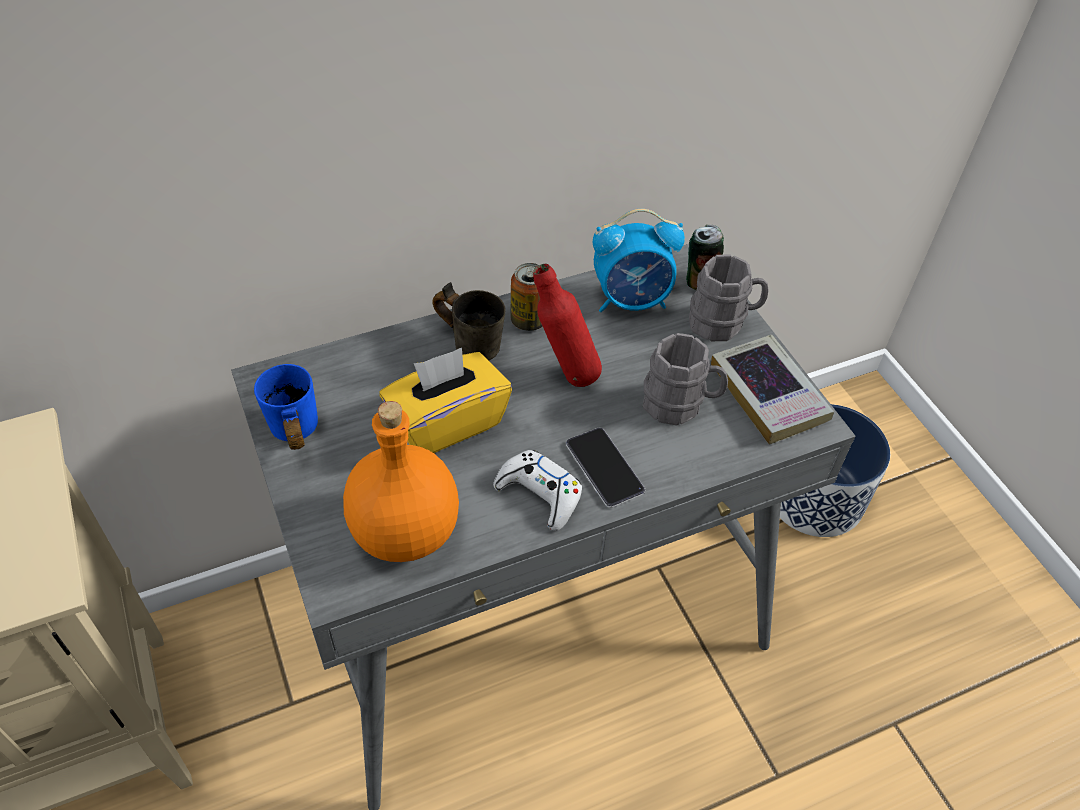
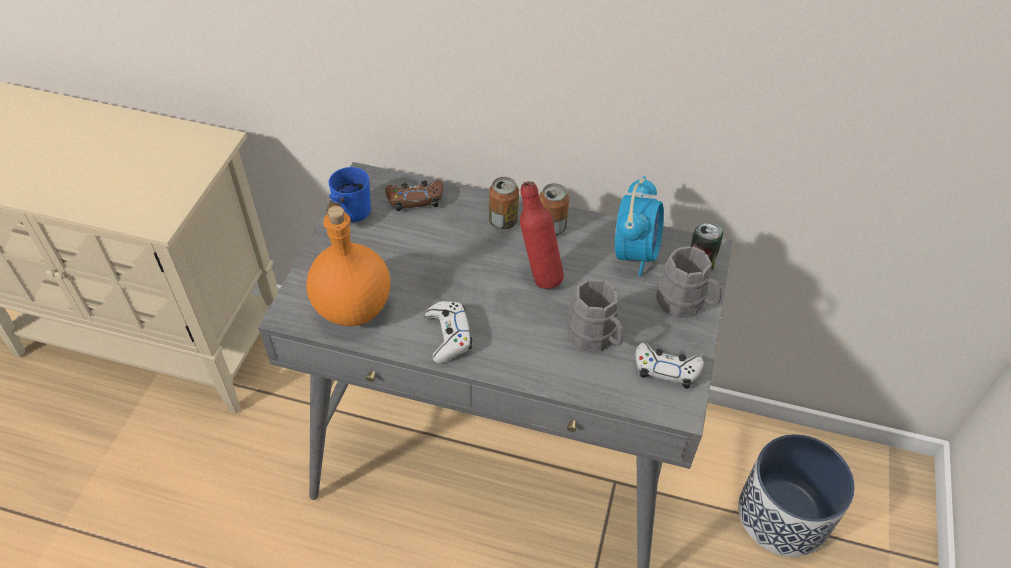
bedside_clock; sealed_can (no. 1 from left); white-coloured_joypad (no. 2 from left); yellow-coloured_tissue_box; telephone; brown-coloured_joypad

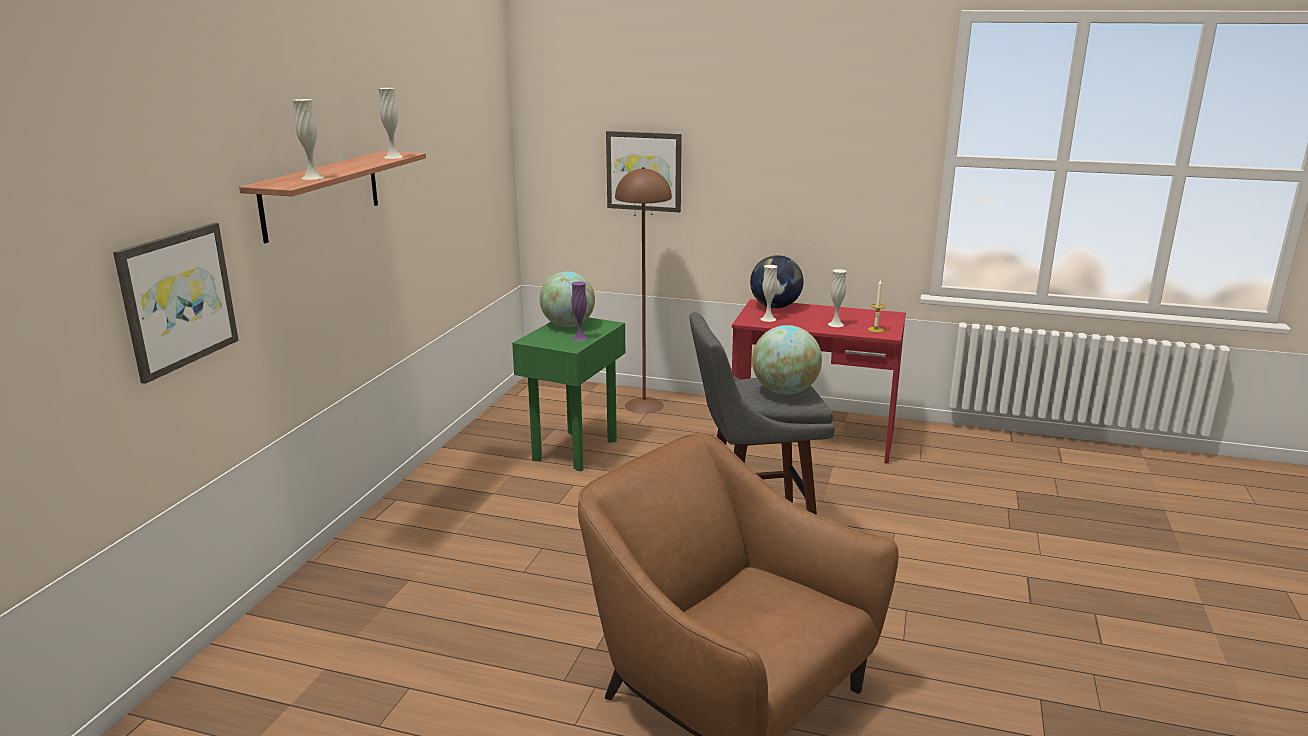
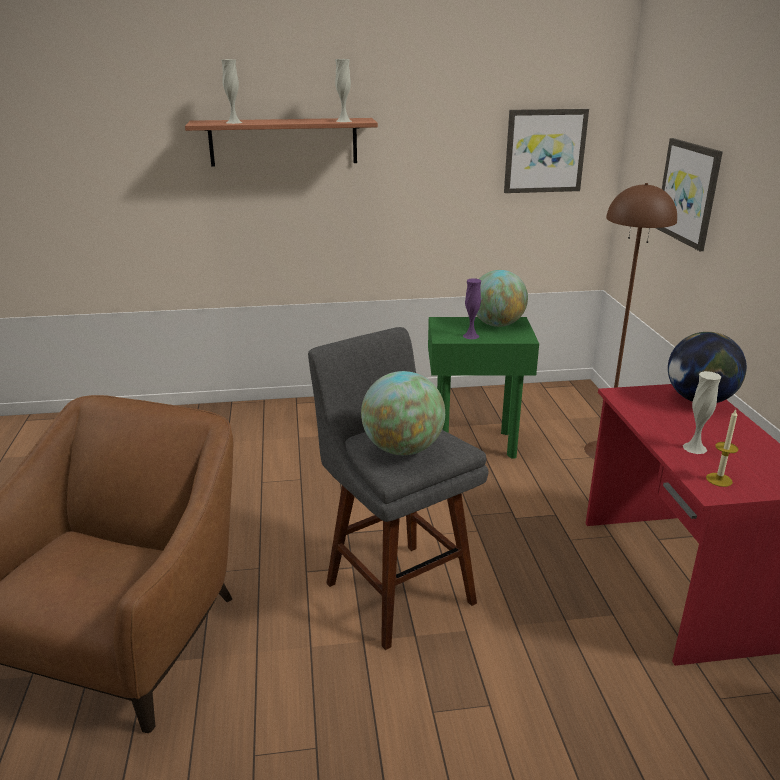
picture (no. 1 from left); white-coloured_decorative_vase (no. 3 from left in the first image)

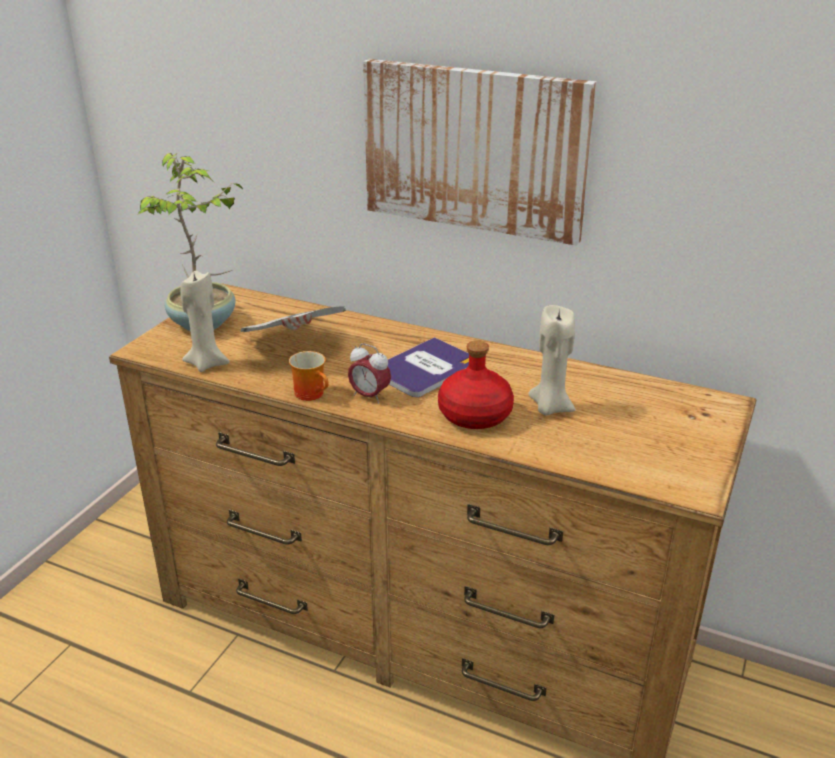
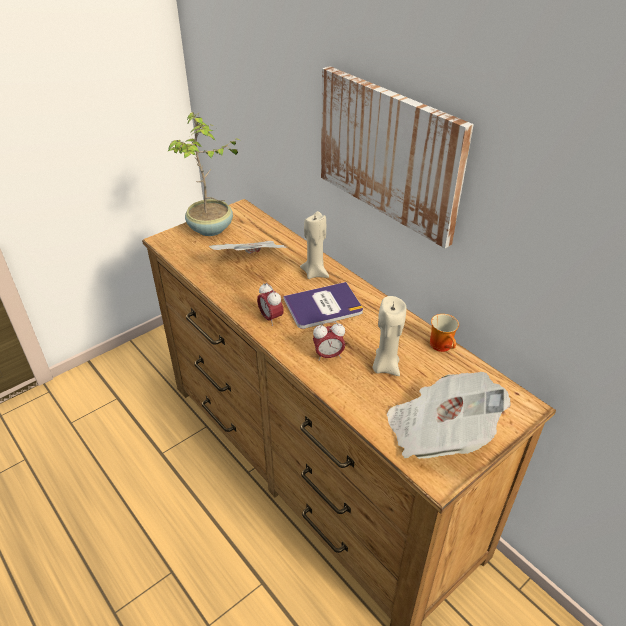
beige_wax_candle (no. 1 from left); bedside_clock (no. 2 from left); tea_mug; newspaper (no. 2 from left)

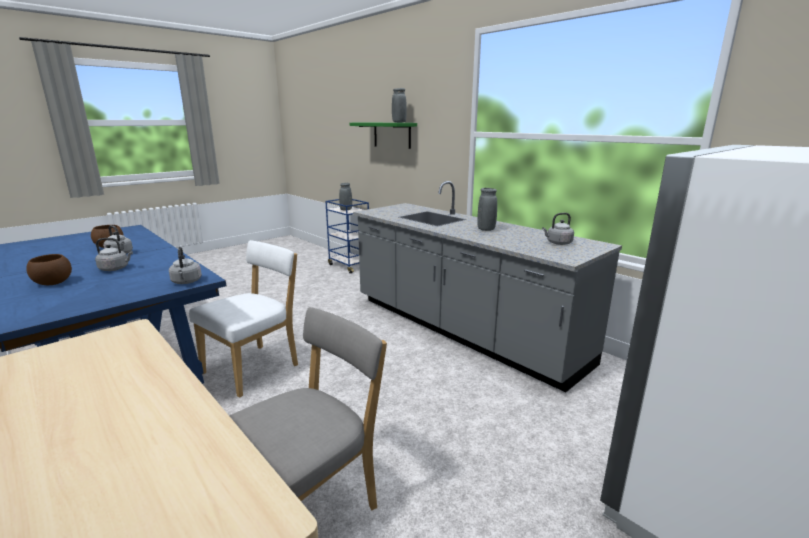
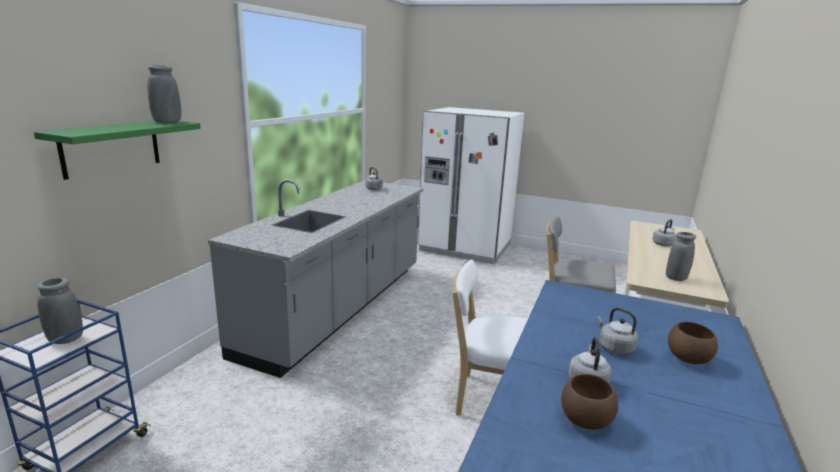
gray_decorative_vase (no. 3 from left); gray_kettle (no. 4 from left)

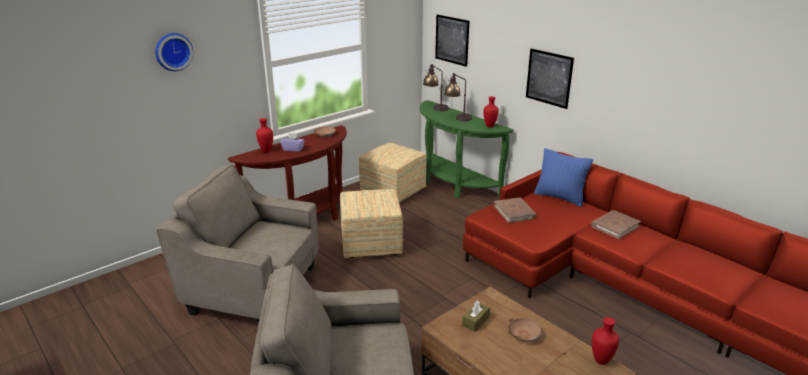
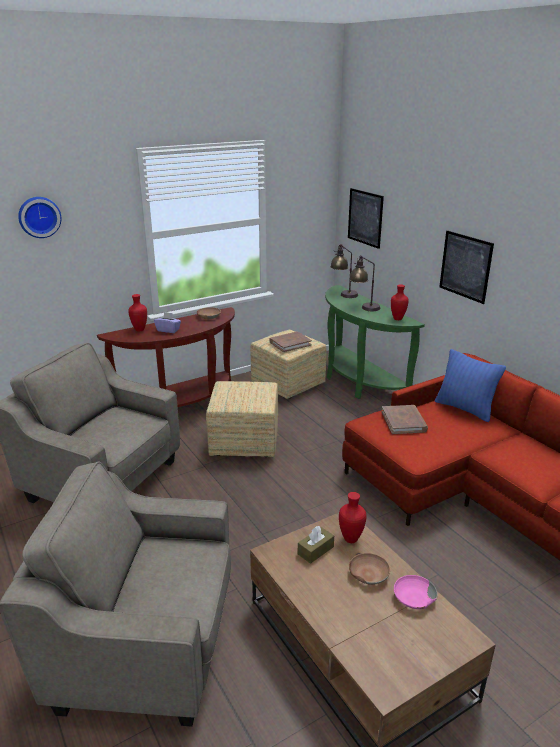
brown-coloured_book (no. 1 from left); reddish_decorative_vase (no. 2 from left); pinkish_bowl

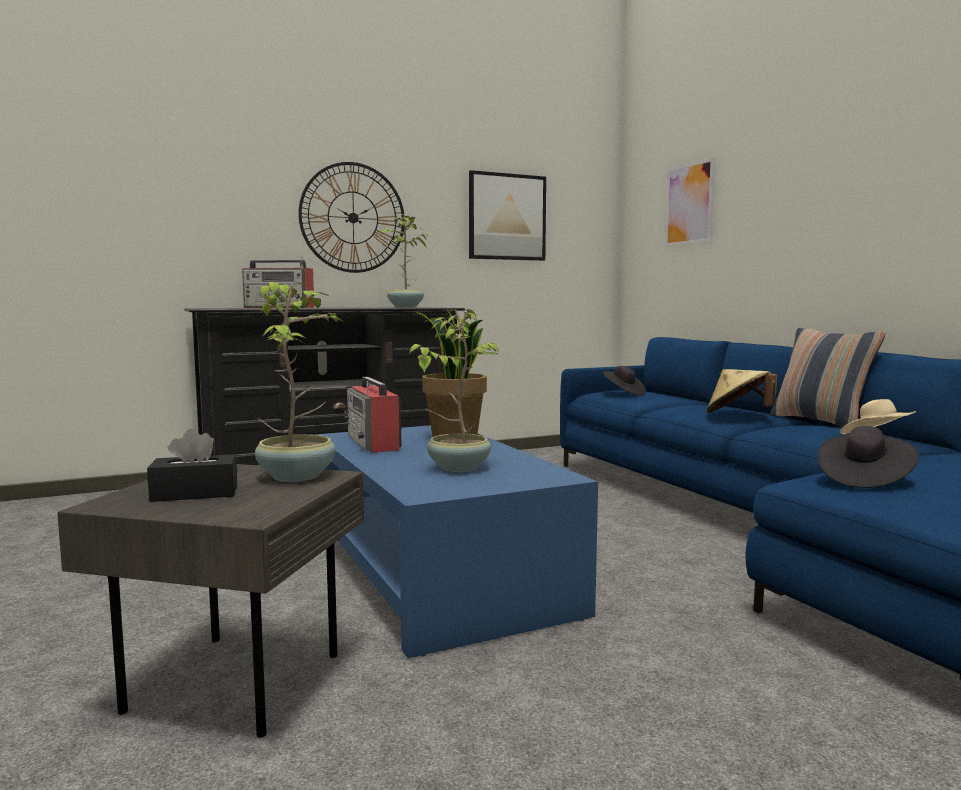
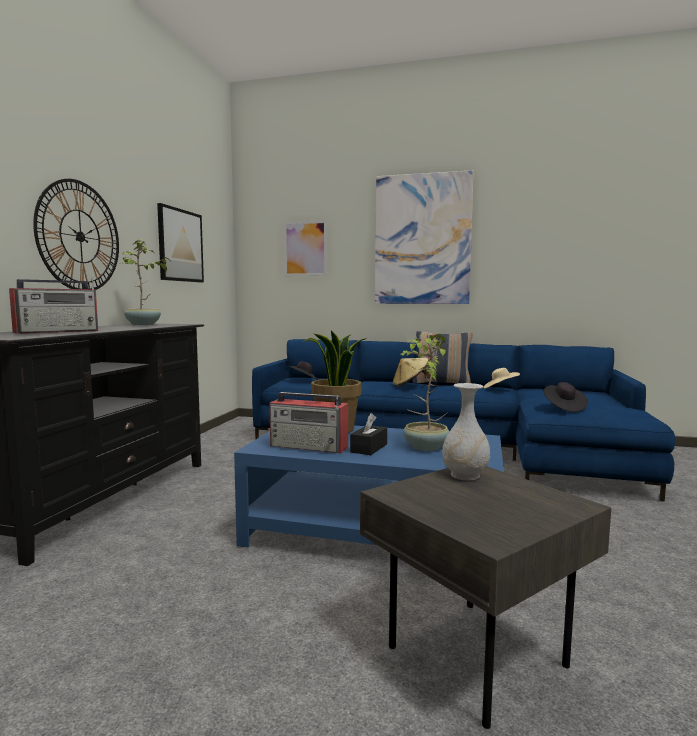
white-coloured_decorative_vase; black_tissue_box; picture (no. 3 from left)

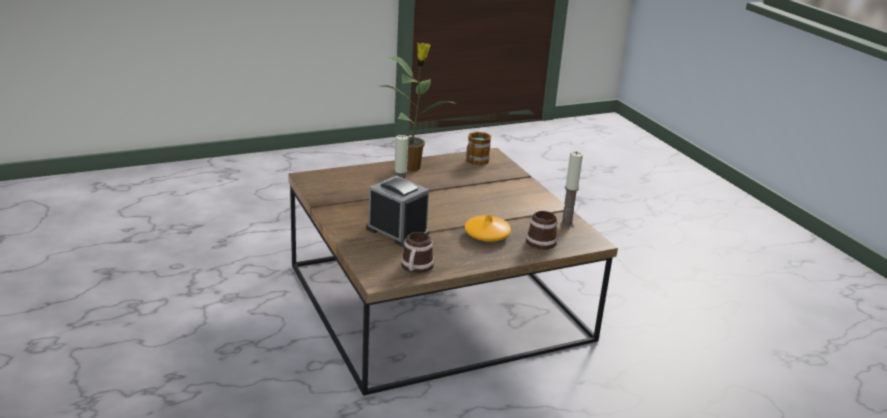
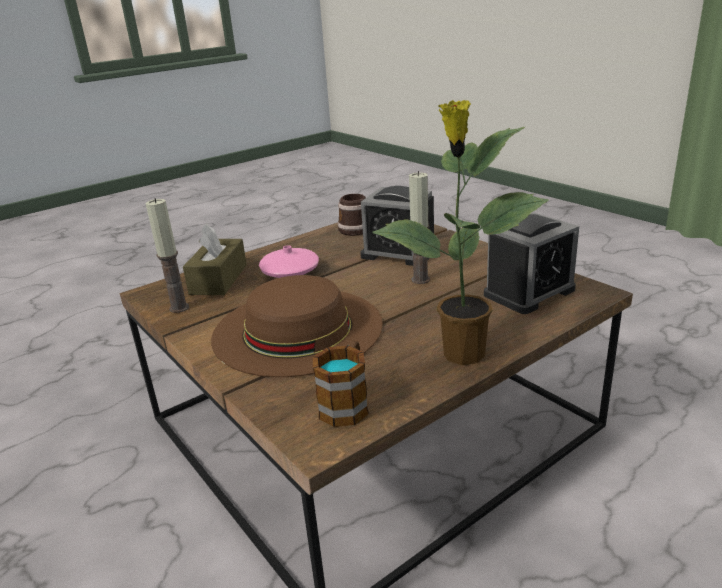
brown-coloured_tissue_box; pinkish_decorative_vase; bedside_clock (no. 2 from left); brown-coloured_hat

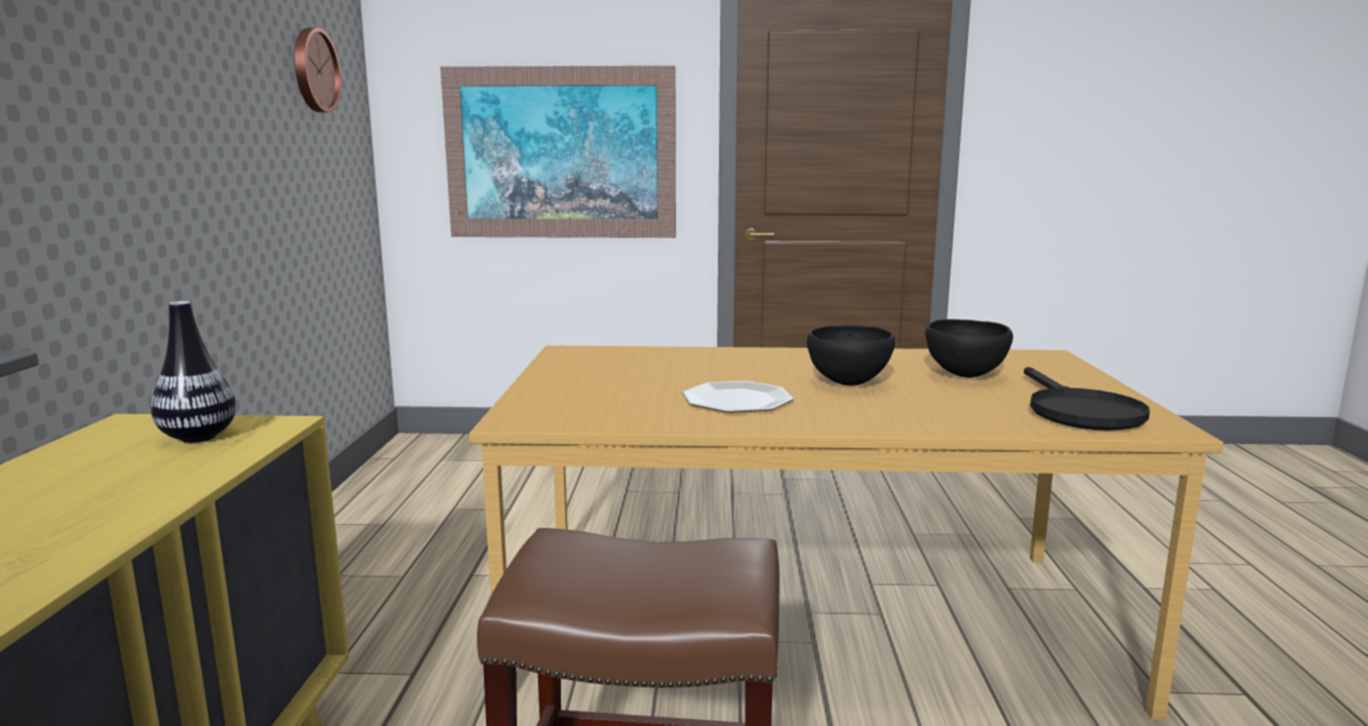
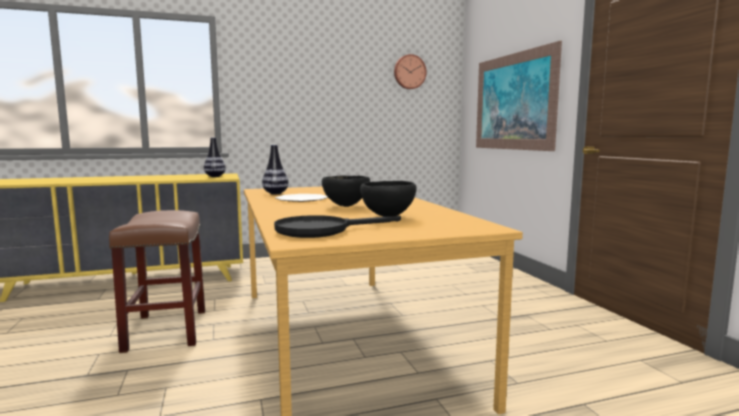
decorative_vase (no. 2 from left)

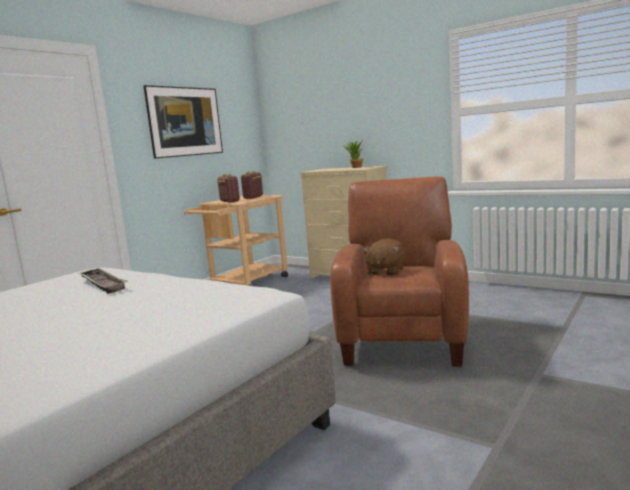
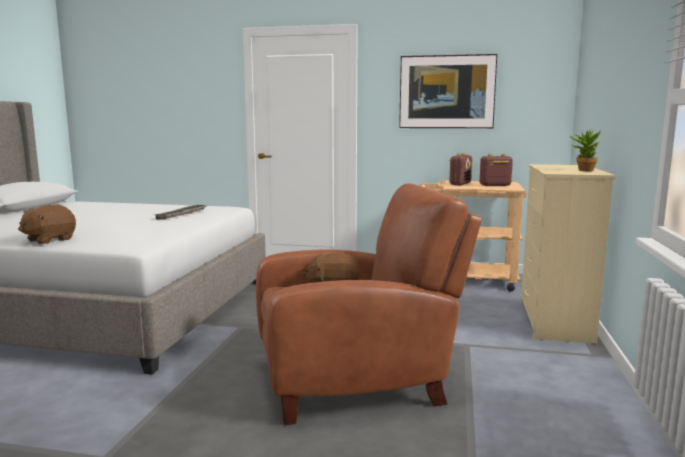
brown-coloured_soft_toy (no. 1 from left)

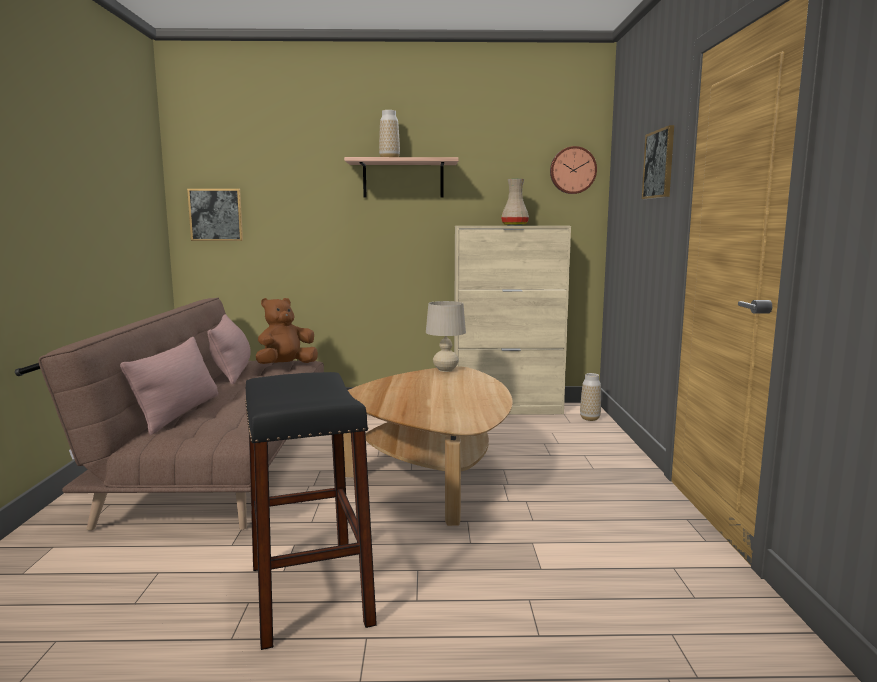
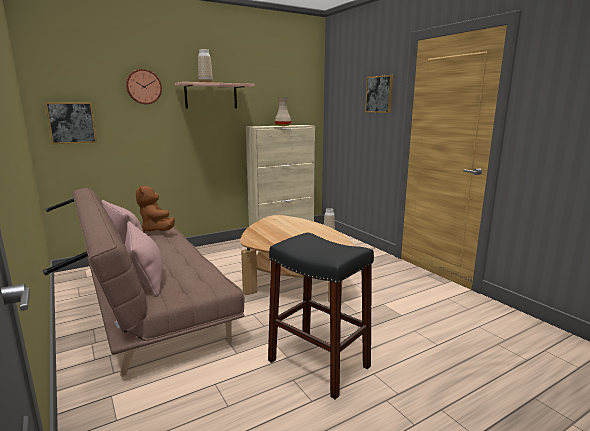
wall_clock; brown-coloured_soft_toy; beige_lamp_for_a_table

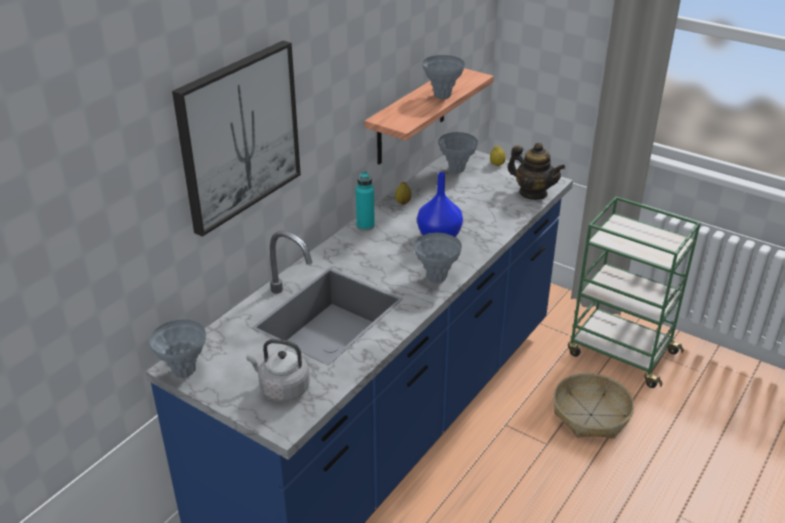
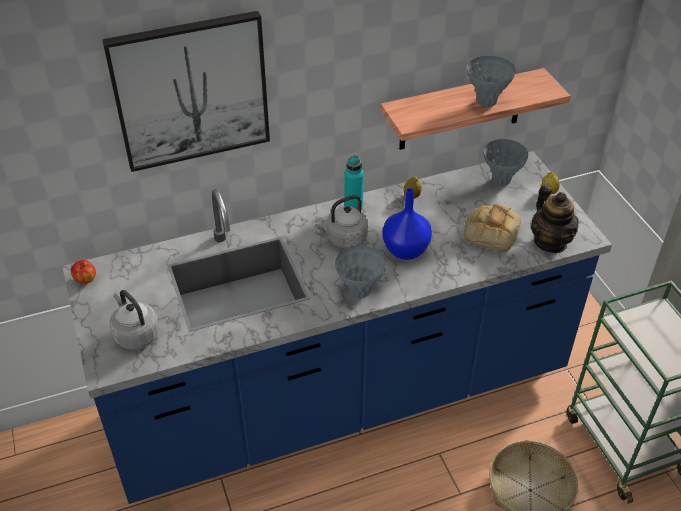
apple_fruit; gray_kettle (no. 2 from left); bread

